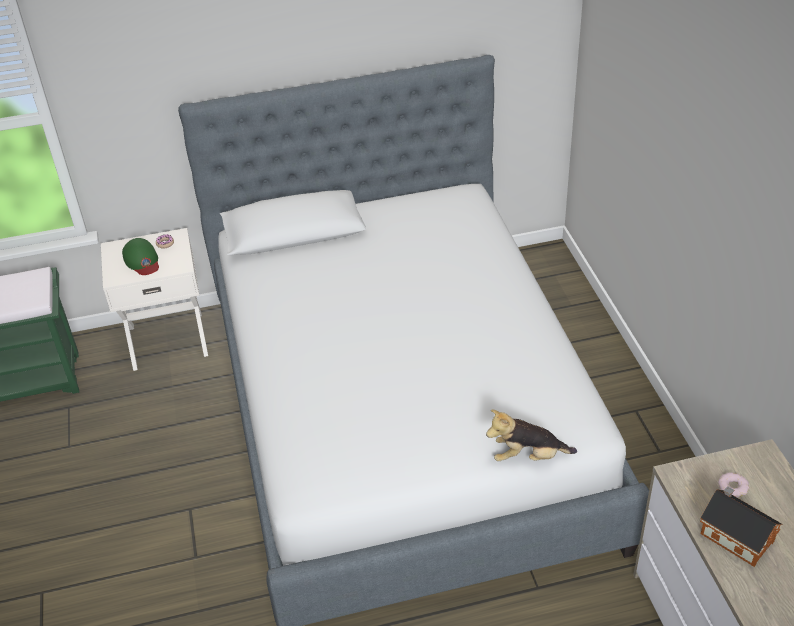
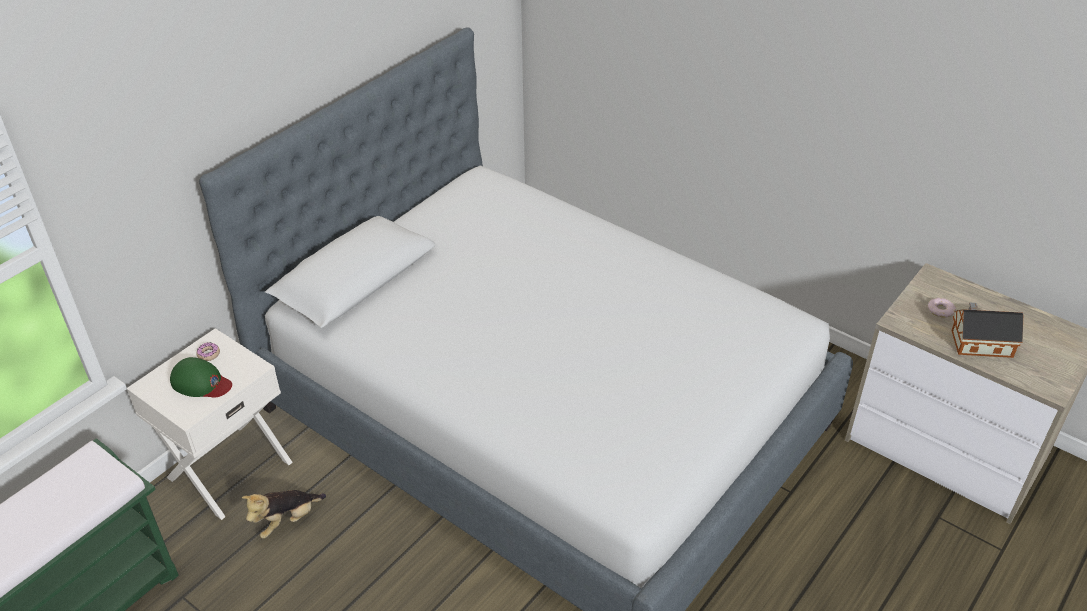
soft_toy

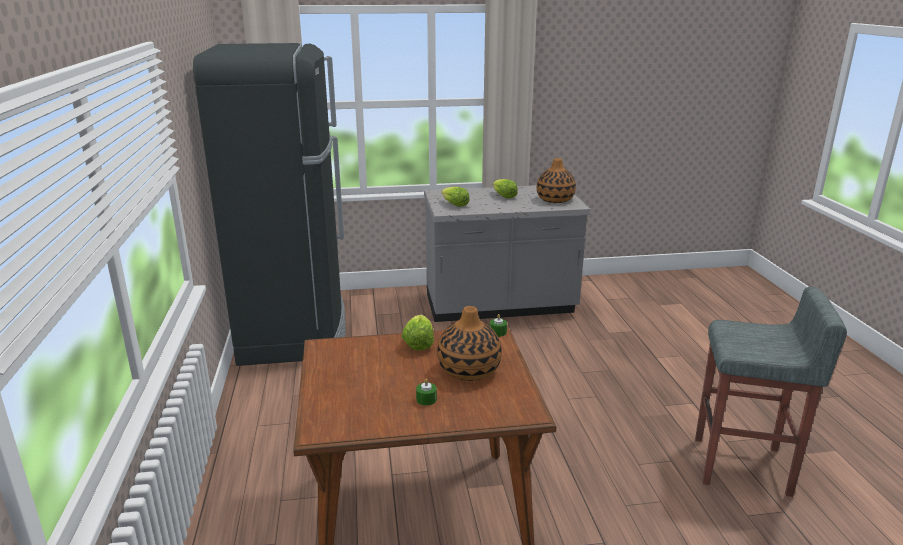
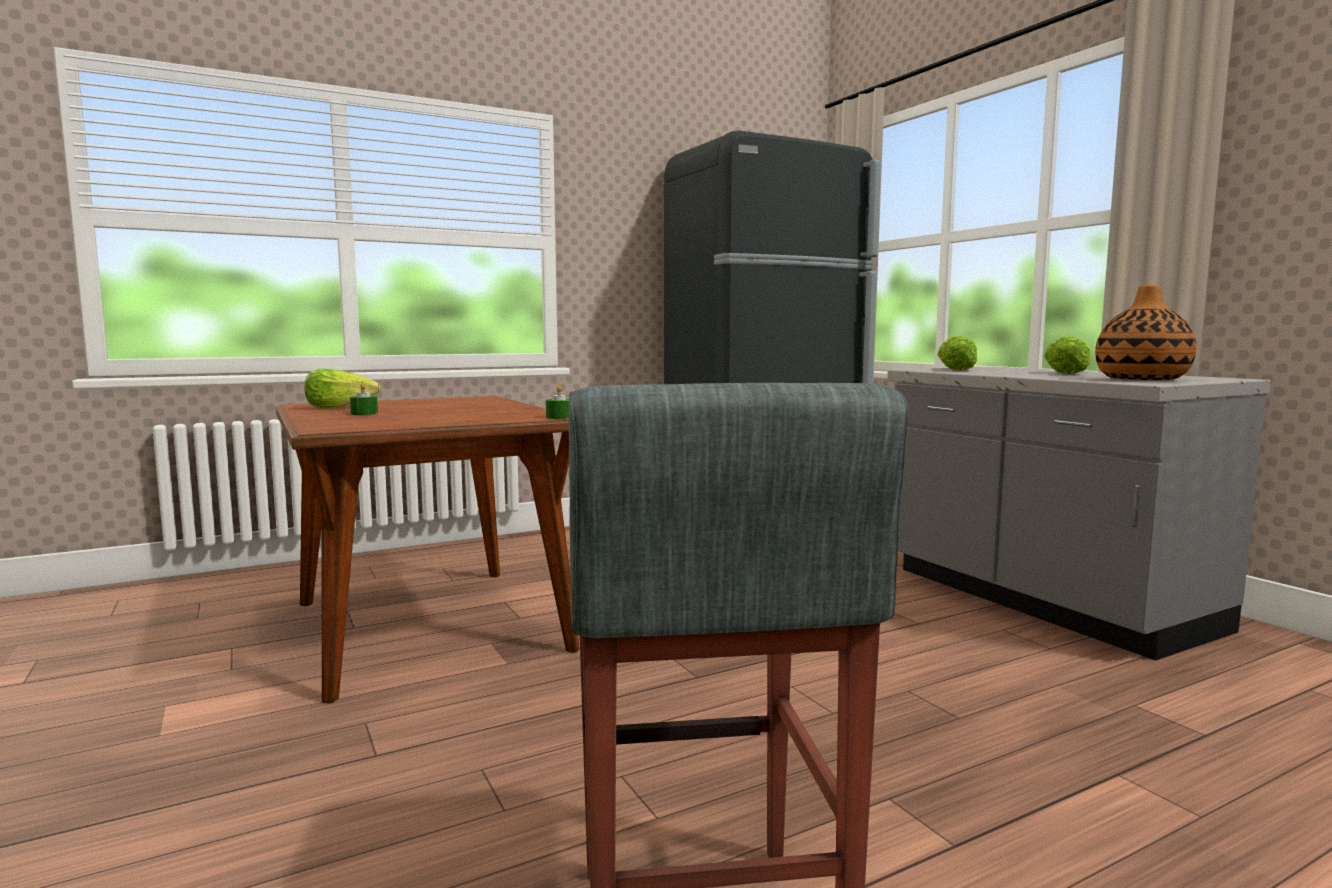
decorative_vase (no. 1 from left in the first image); head_of_lettuce (no. 1 from left)

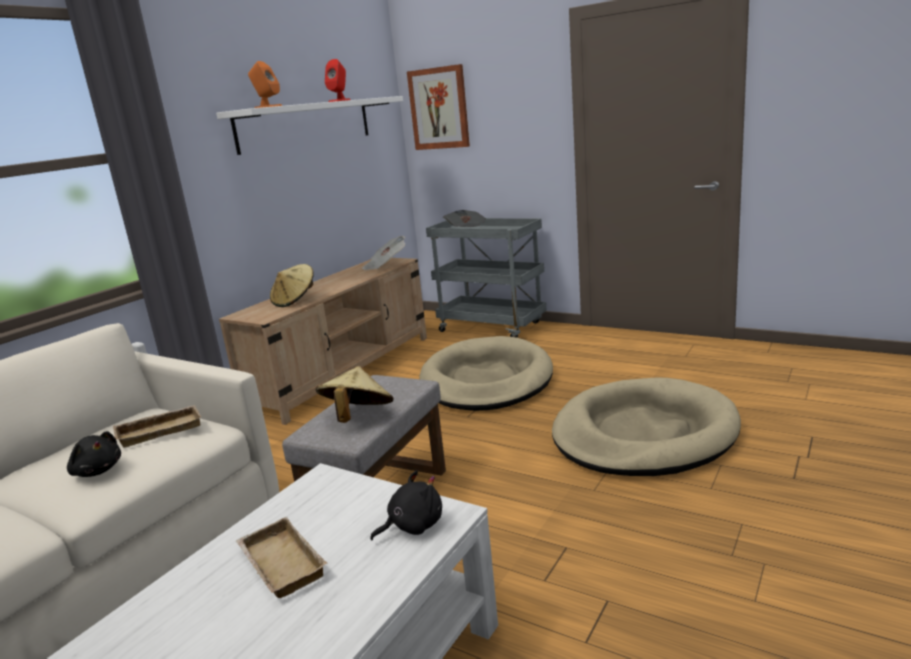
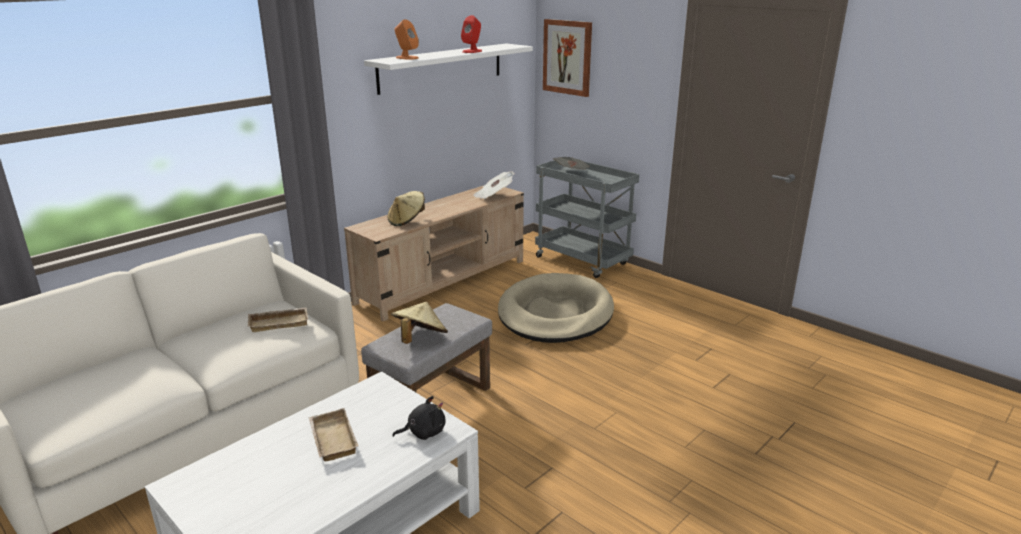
beige_pet_bed (no. 2 from left in the first image); black_soft_toy (no. 1 from left in the first image)

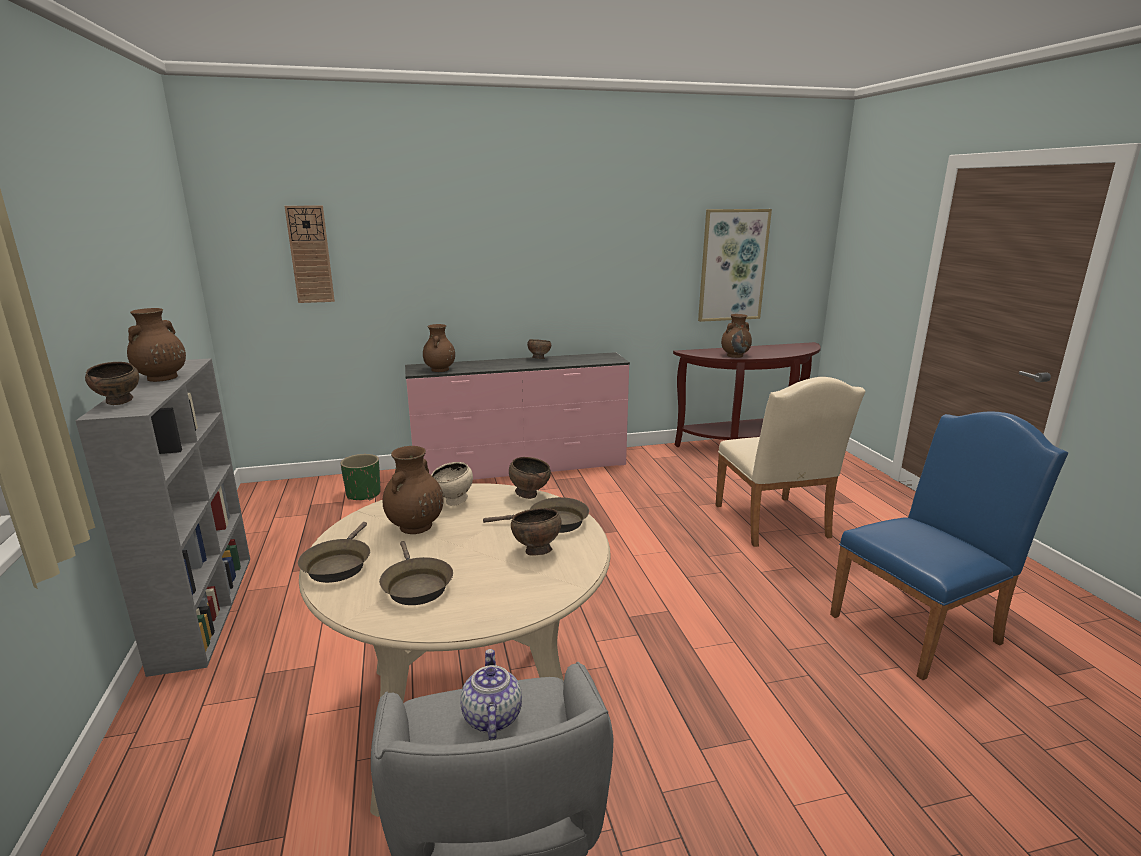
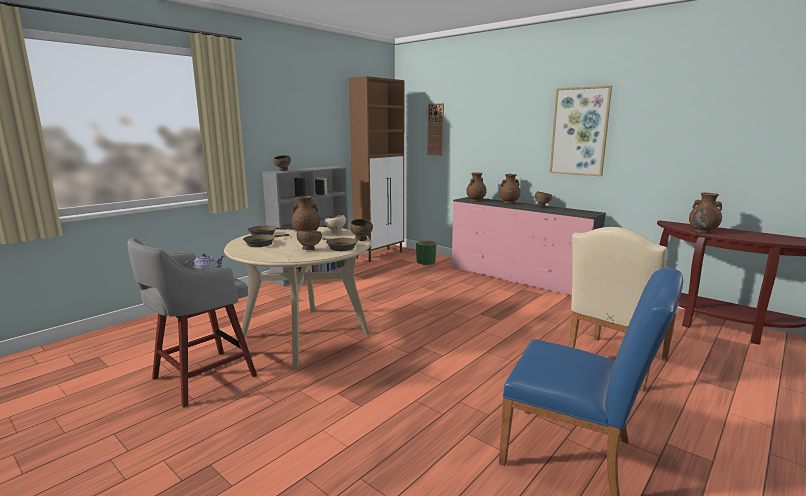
picture; brown-coloured_decorative_vase (no. 3 from left); brown-coloured_storage_cabinet

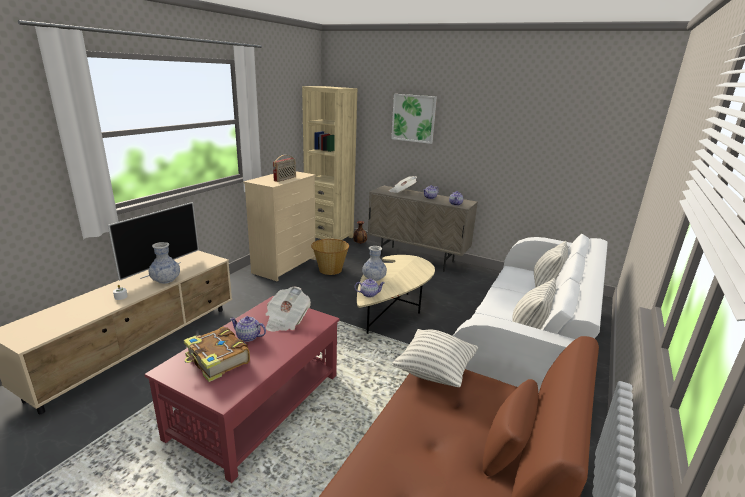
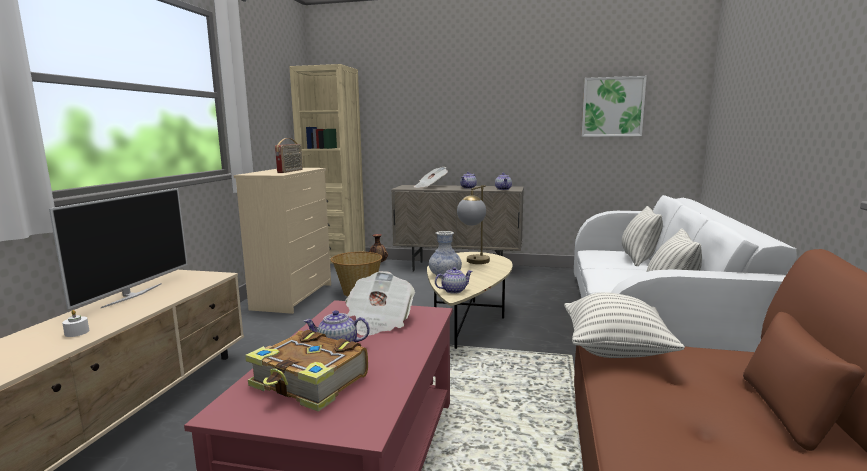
picture; decorative_vase (no. 1 from left in the first image); lamp_for_a_table

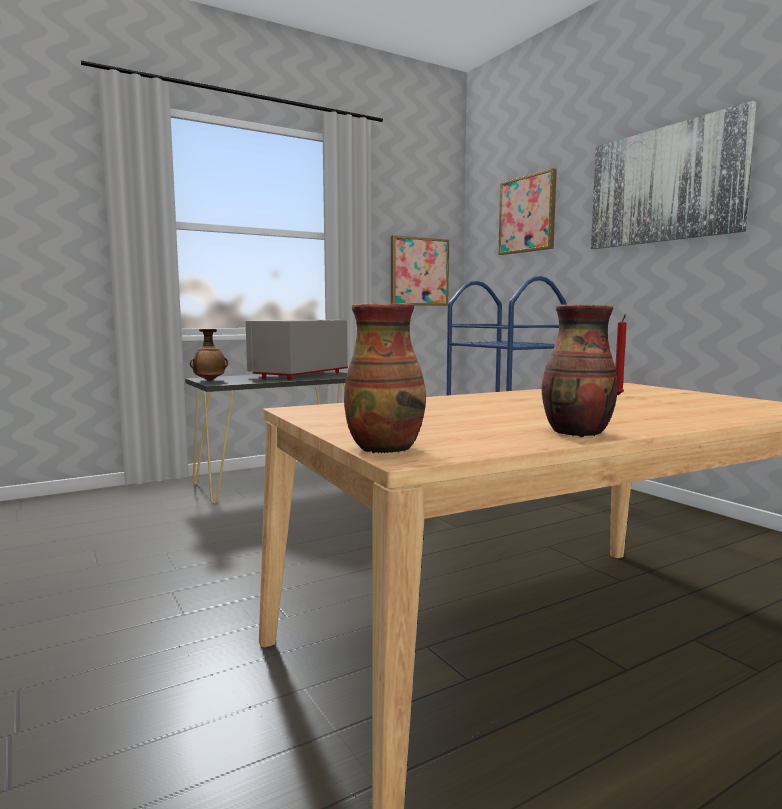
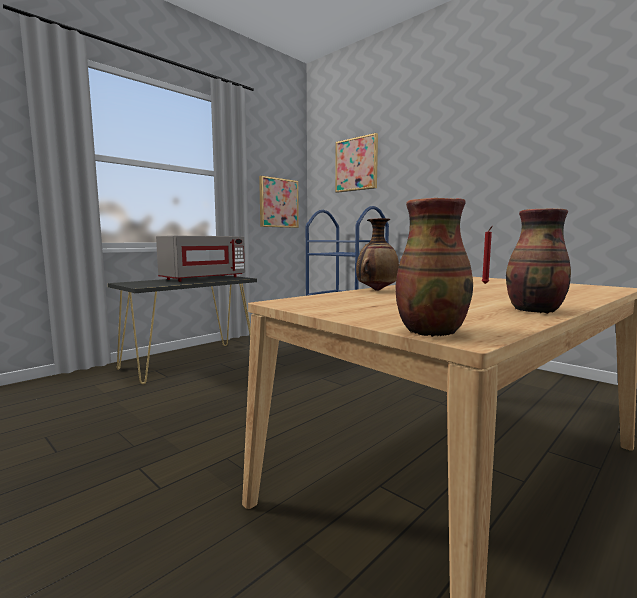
picture (no. 3 from left in the first image); gray_microwave; decorative_vase (no. 1 from left)

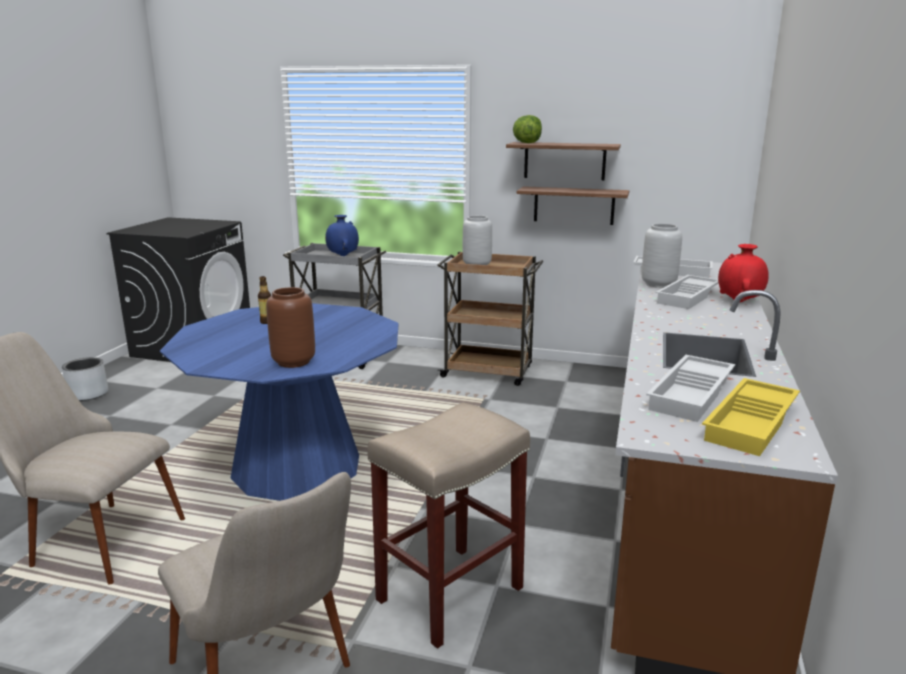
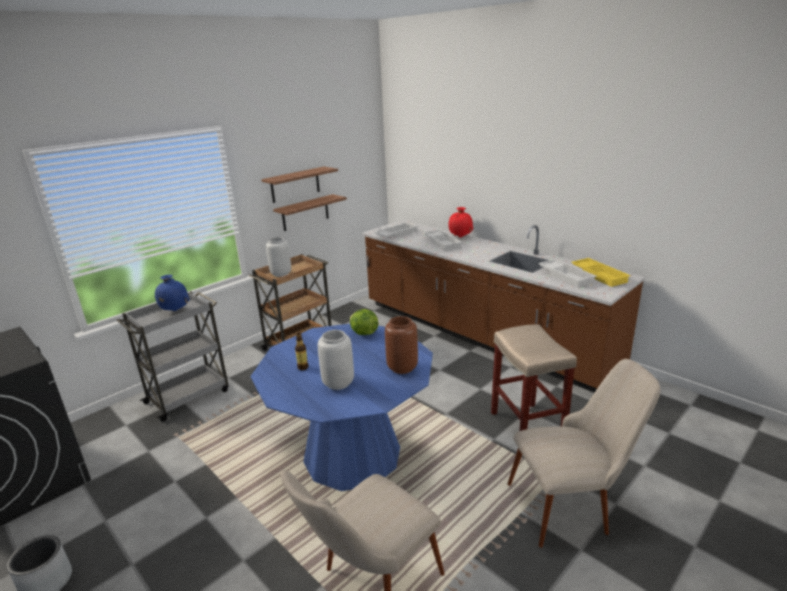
head_of_lettuce; gray_decorative_vase (no. 2 from left)

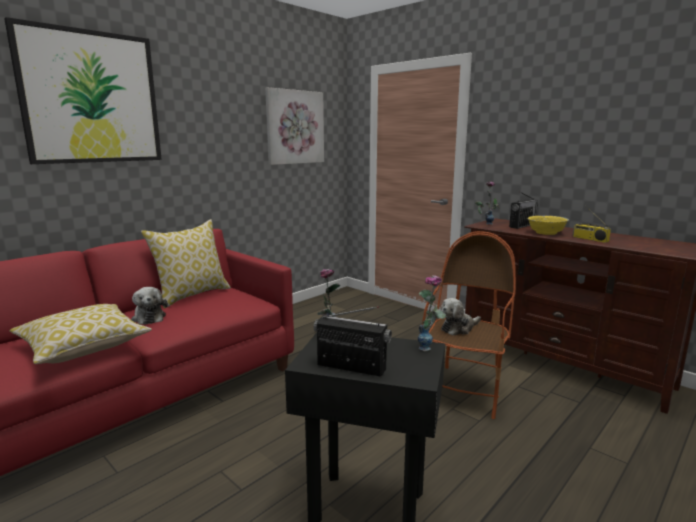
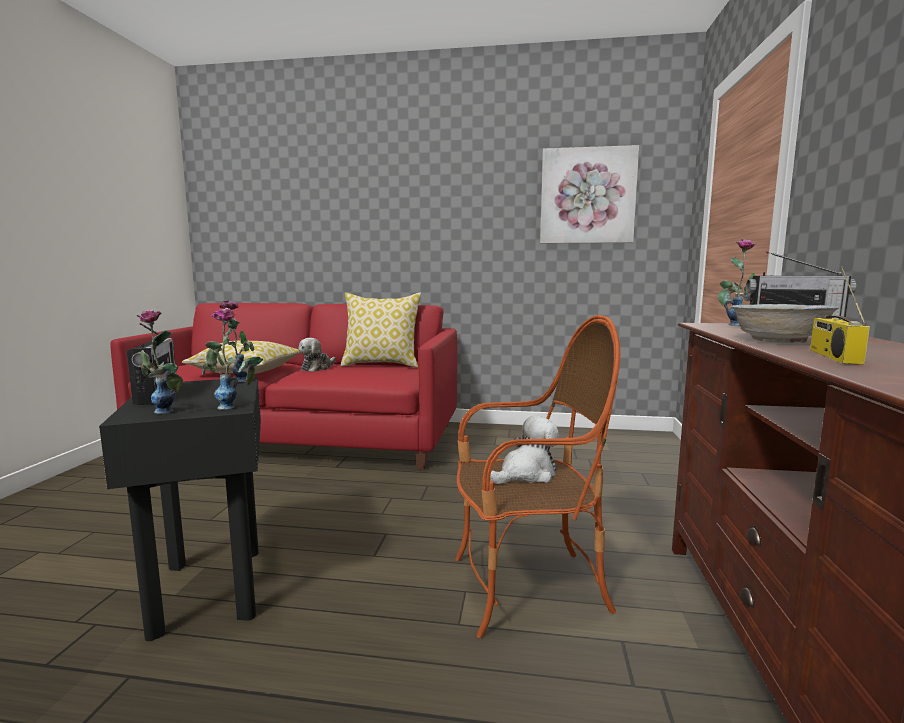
picture (no. 1 from left in the first image); white-coloured_bowl; soft_toy (no. 2 from left); decorative_vase (no. 1 from left)

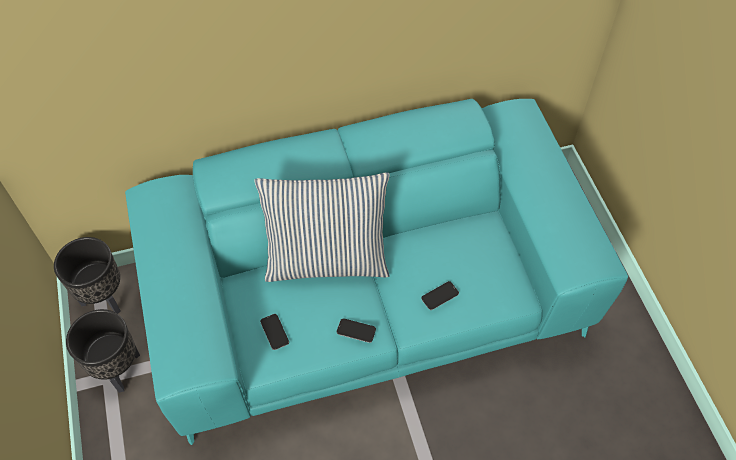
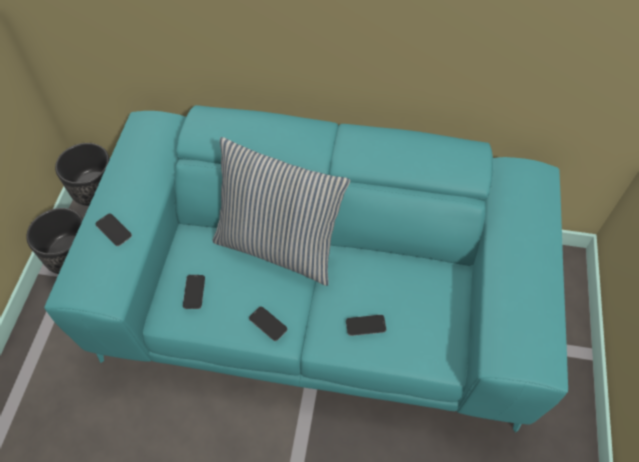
telephone (no. 1 from left)

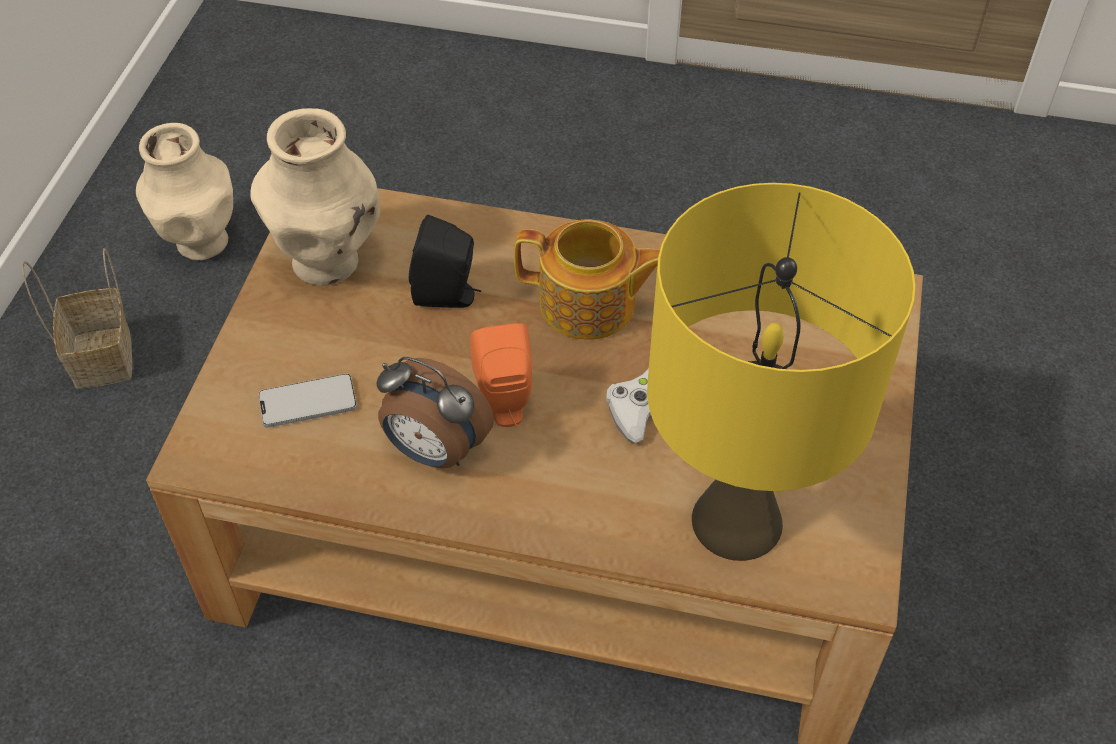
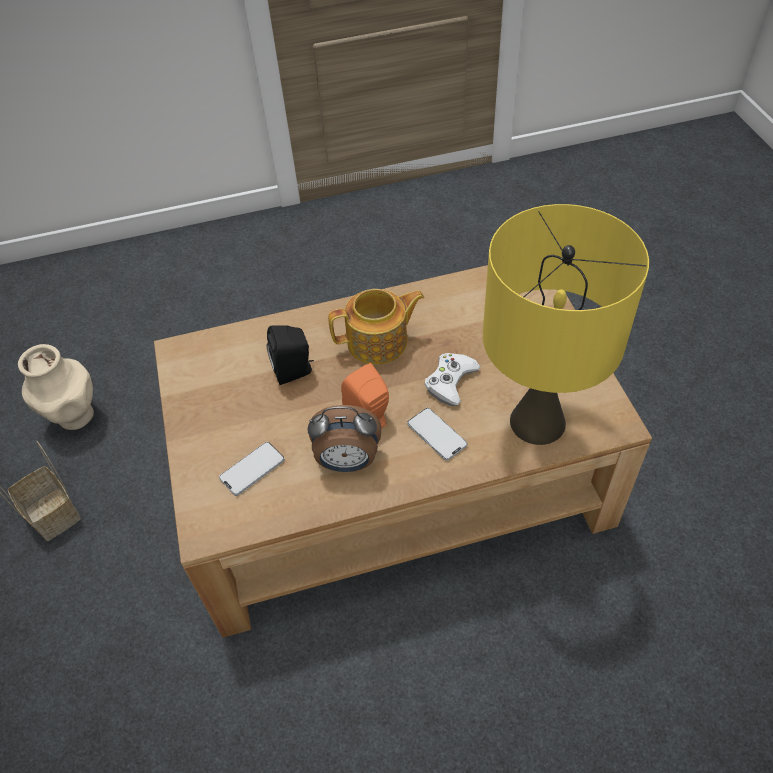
beige_decorative_vase (no. 2 from left in the first image); telephone (no. 2 from left)

